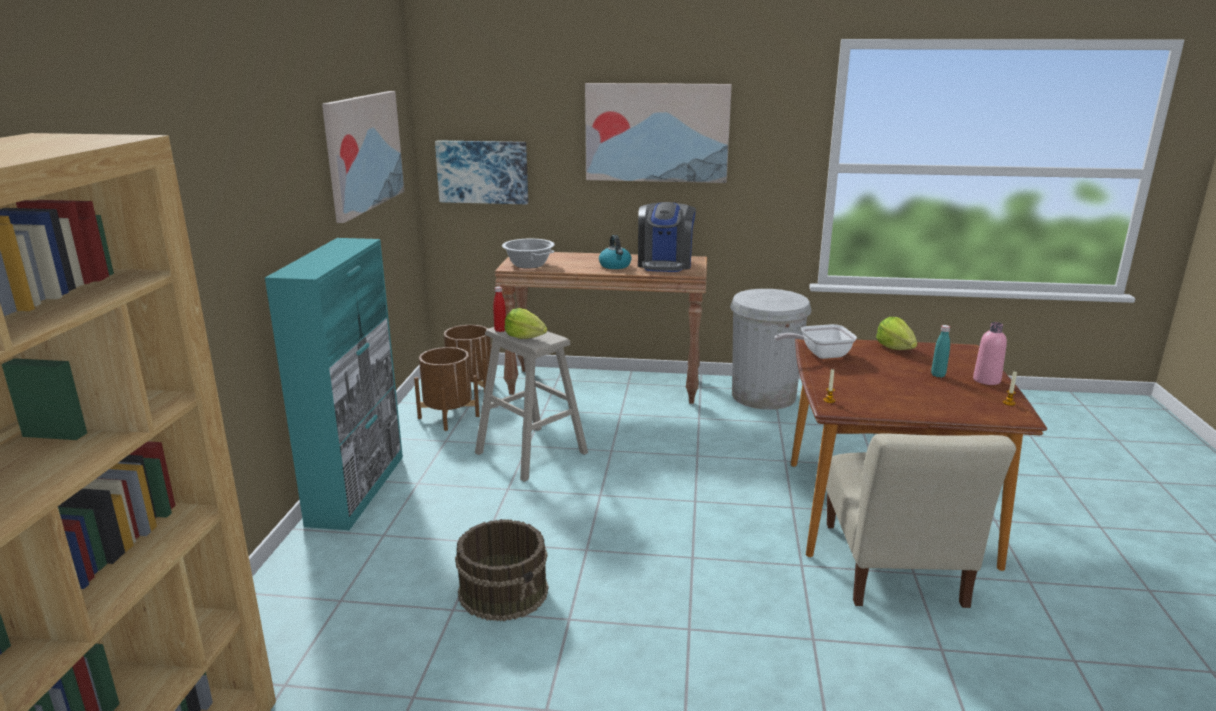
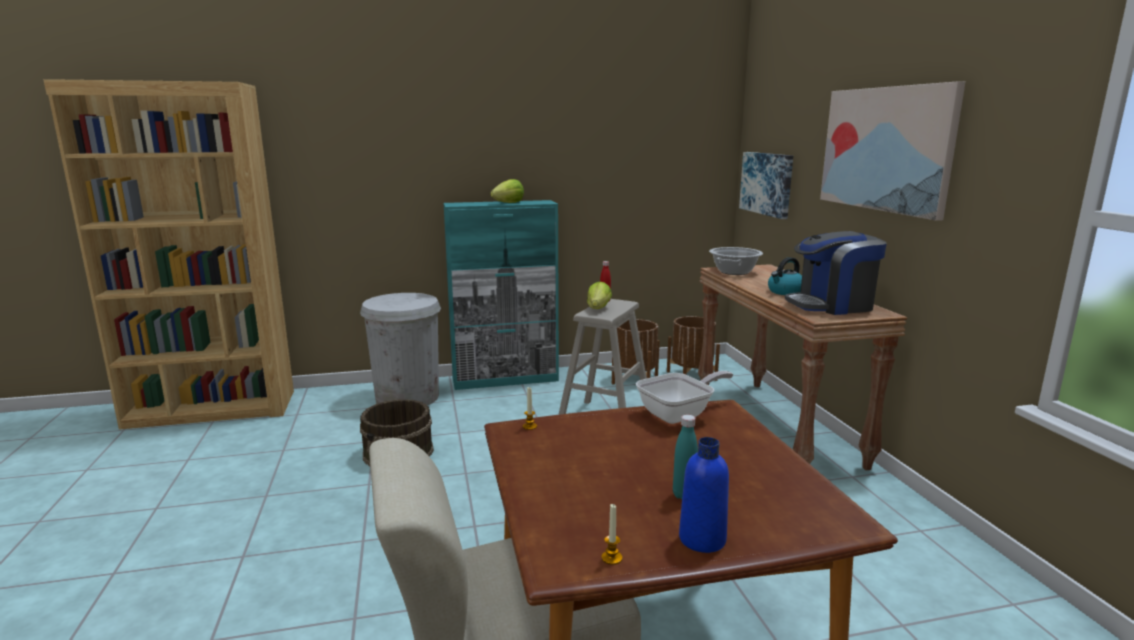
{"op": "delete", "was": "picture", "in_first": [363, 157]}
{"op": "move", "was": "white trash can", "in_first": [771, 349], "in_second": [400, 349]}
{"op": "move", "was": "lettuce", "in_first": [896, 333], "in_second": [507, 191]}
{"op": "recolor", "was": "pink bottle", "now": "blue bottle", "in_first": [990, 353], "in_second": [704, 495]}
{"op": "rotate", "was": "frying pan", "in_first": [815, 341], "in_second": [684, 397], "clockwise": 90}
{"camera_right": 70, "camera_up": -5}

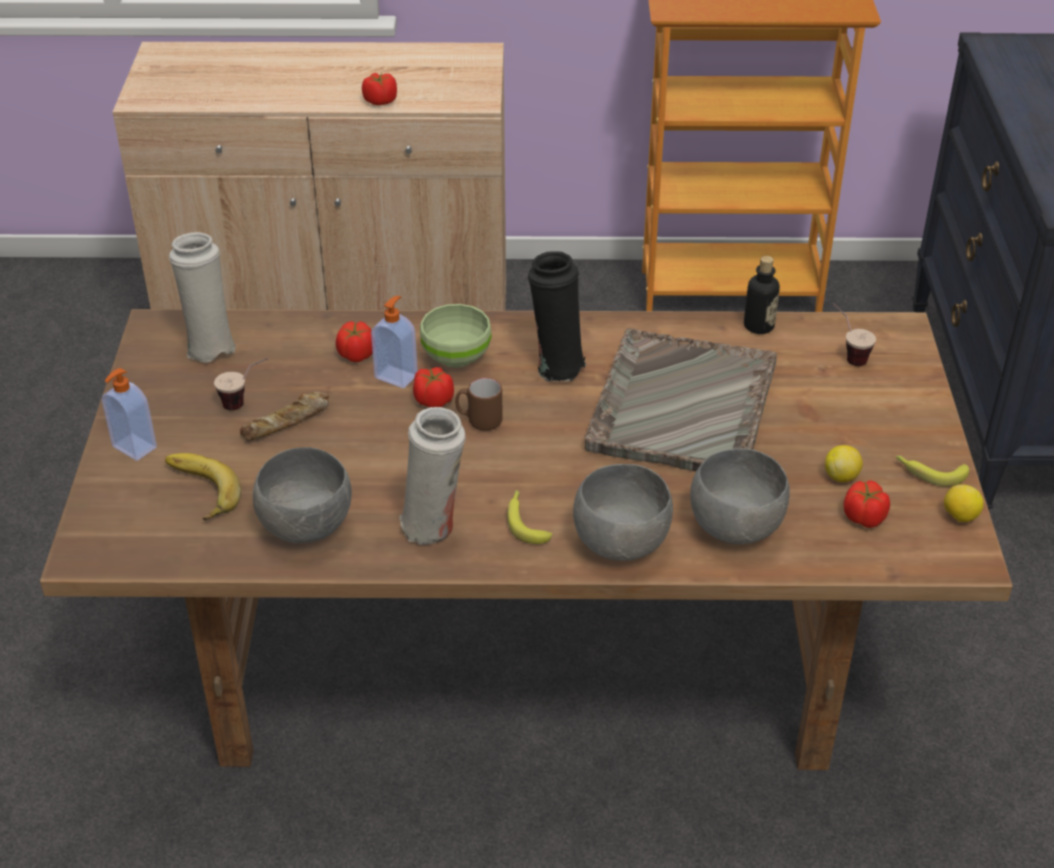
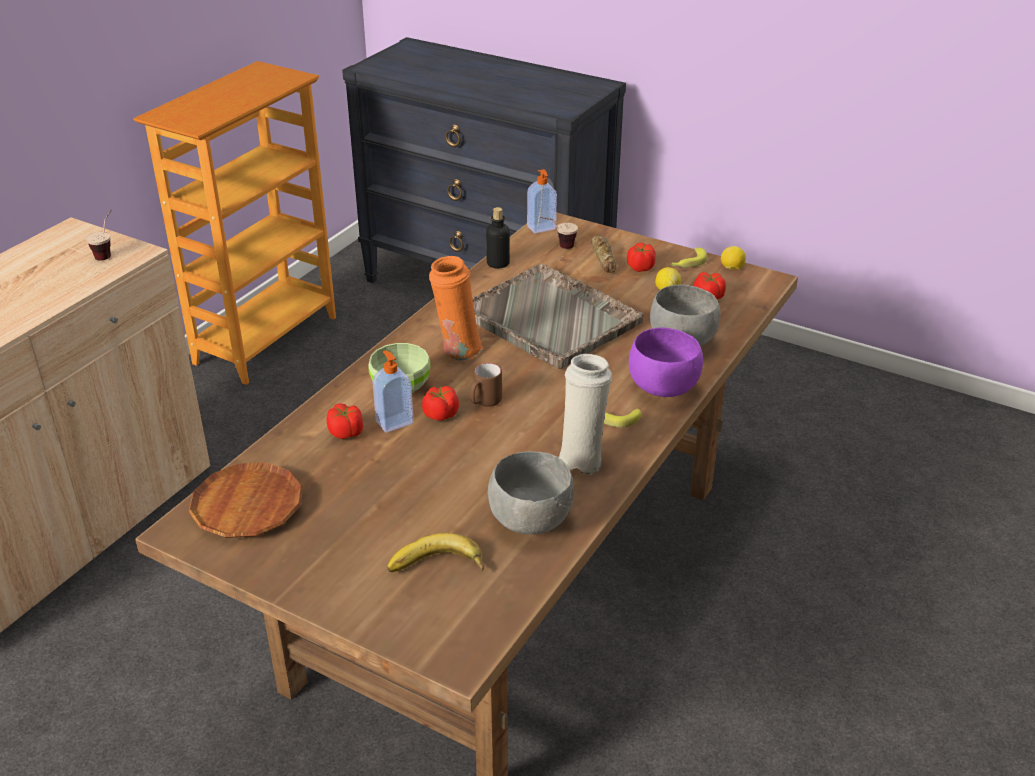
{"op": "move", "was": "soap dispenser", "in_first": [129, 414], "in_second": [542, 201]}
{"op": "move", "was": "cup", "in_first": [241, 384], "in_second": [99, 235]}
{"op": "move", "was": "bread", "in_first": [284, 416], "in_second": [604, 254]}
{"op": "move", "was": "tomato", "in_first": [379, 89], "in_second": [641, 257]}
{"op": "replace", "was": "white vase", "now": "brown plate", "in_first": [202, 297], "in_second": [245, 500]}
{"op": "recolor", "was": "black vase", "now": "orange vase", "in_first": [557, 316], "in_second": [456, 308]}
{"op": "recolor", "was": "grey bowl", "now": "purple bowl", "in_first": [623, 512], "in_second": [666, 362]}
{"camera_right": -60, "camera_up": -5}

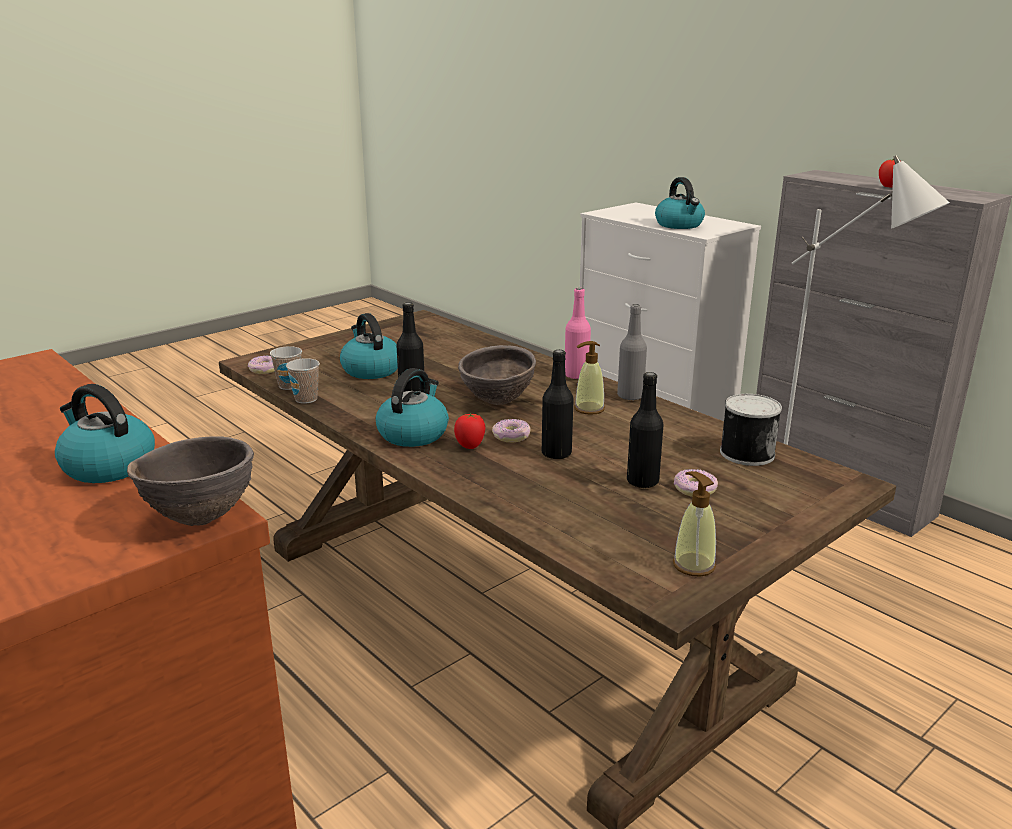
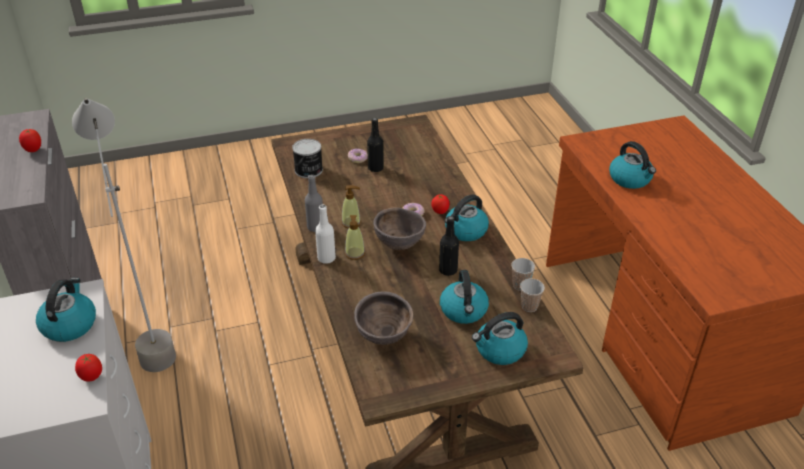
{"op": "delete", "was": "donut", "in_first": [261, 365]}
{"op": "delete", "was": "black bottle", "in_first": [558, 404]}
{"op": "insert", "now": "tomato", "in_second": [88, 368]}
{"op": "insert", "now": "kettle", "in_second": [500, 338]}
{"op": "move", "was": "brown bowl", "in_first": [190, 481], "in_second": [383, 318]}
{"op": "move", "was": "soap dispenser", "in_first": [694, 523], "in_second": [355, 237]}
{"op": "recolor", "was": "pink bottle", "now": "white bottle", "in_first": [578, 333], "in_second": [325, 234]}
{"camera_right": -155, "camera_up": 15}

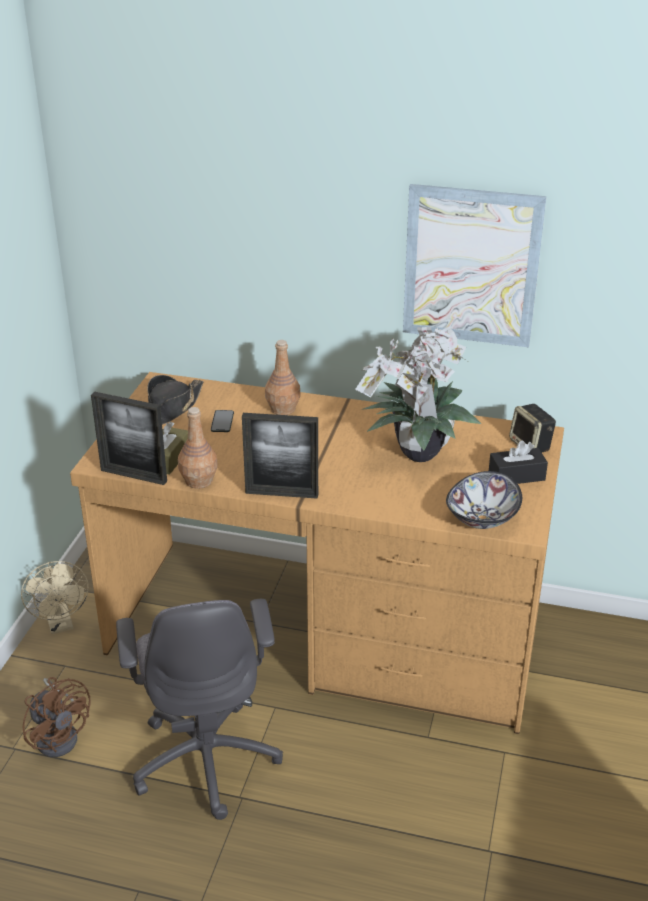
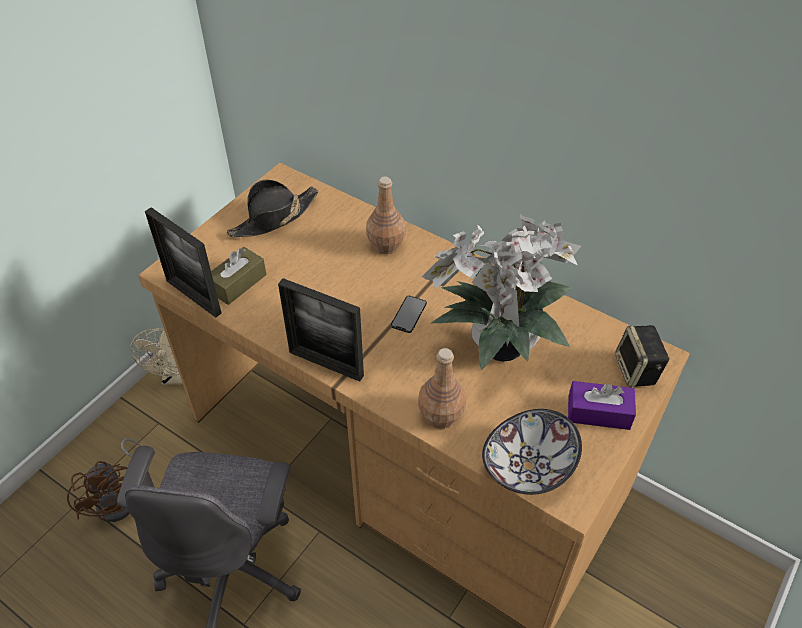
{"op": "delete", "was": "picture", "in_first": [475, 265]}
{"op": "move", "was": "brown bottle", "in_first": [198, 448], "in_second": [442, 388]}
{"op": "move", "was": "phone", "in_first": [222, 421], "in_second": [409, 314]}
{"op": "recolor", "was": "black tissue box", "now": "purple tissue box", "in_first": [518, 462], "in_second": [602, 405]}
{"camera_right": 20, "camera_up": 15}

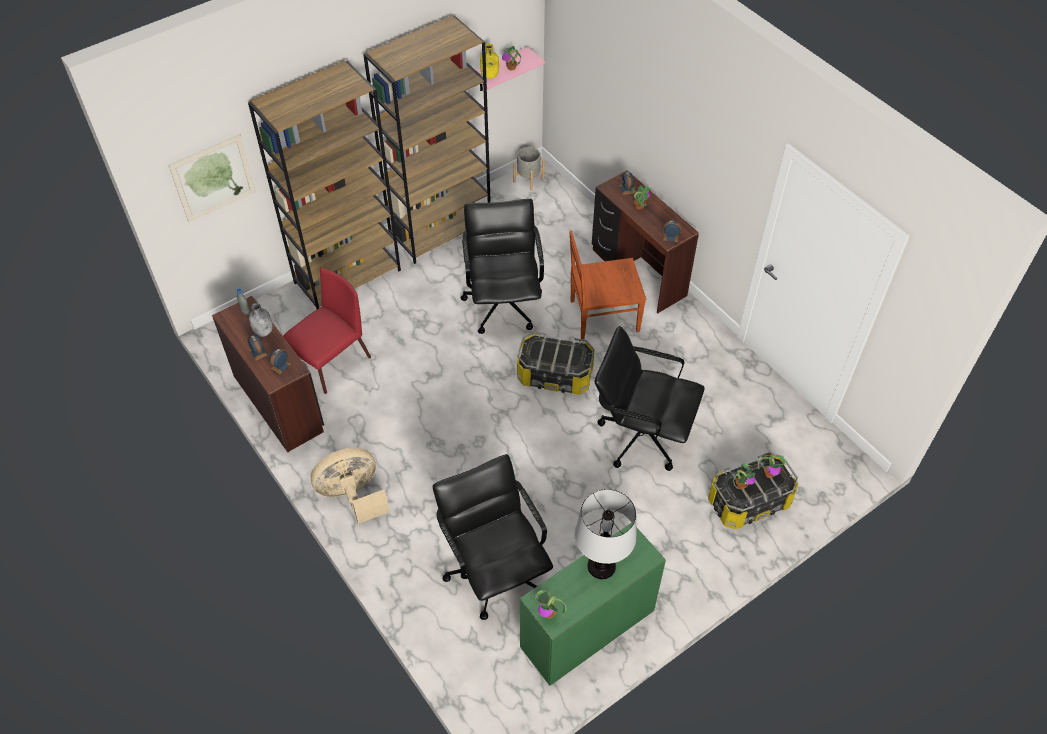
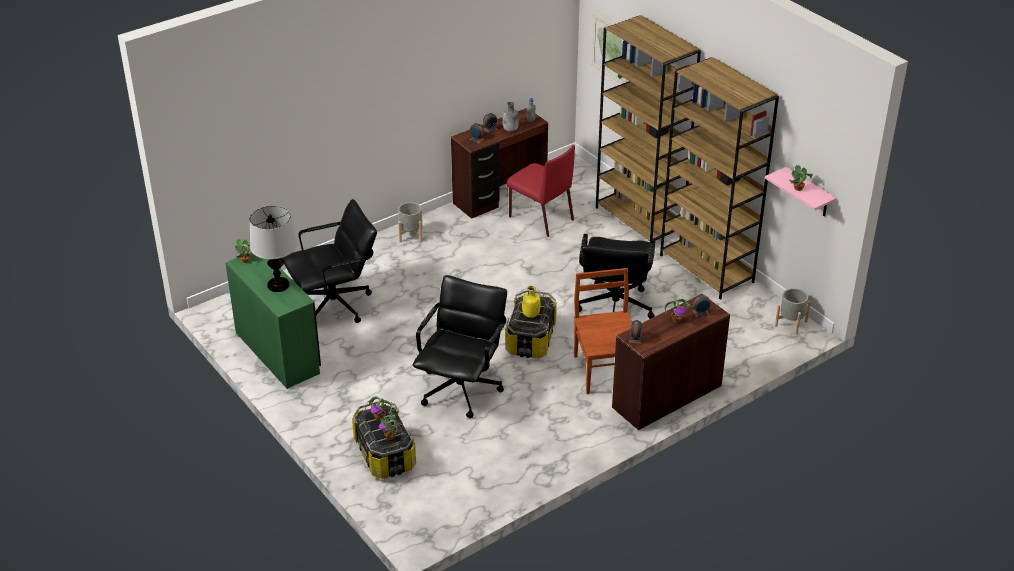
{"op": "move", "was": "yellow bottle", "in_first": [489, 61], "in_second": [531, 302]}
{"op": "replace", "was": "beige fan", "now": "grey planter", "in_first": [350, 486], "in_second": [410, 222]}
{"op": "rotate", "was": "black office chair", "in_first": [502, 266], "in_second": [617, 276], "clockwise": 105}
{"camera_right": 90, "camera_up": -15}

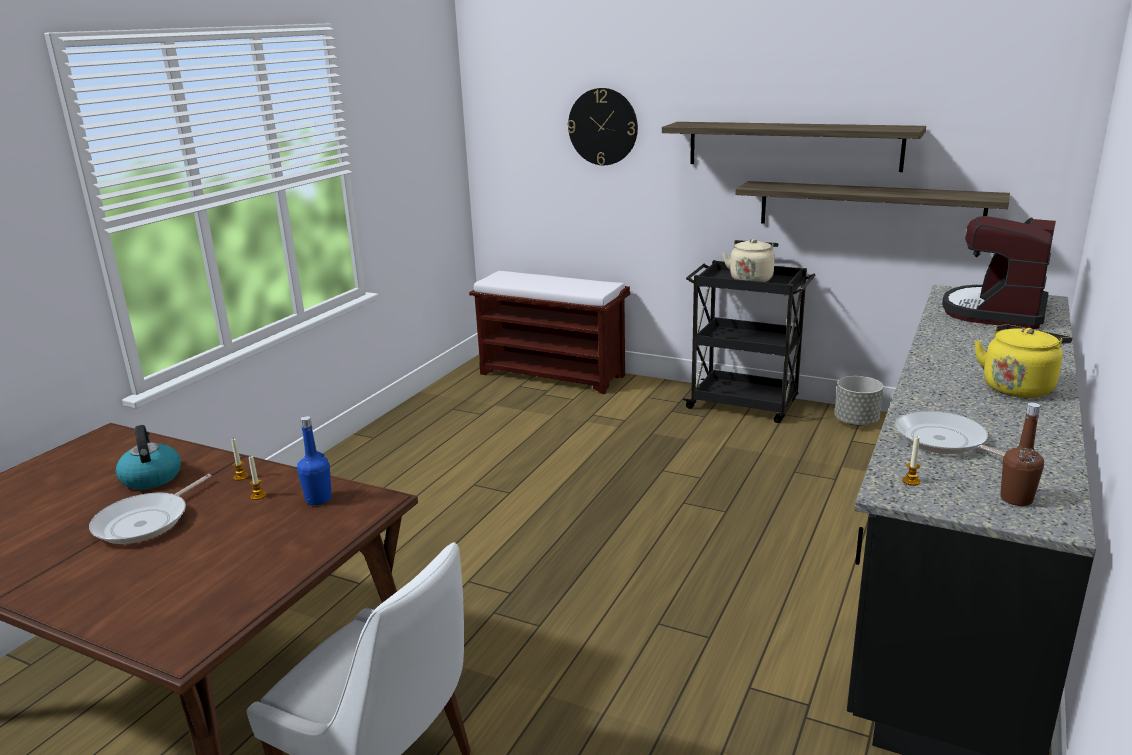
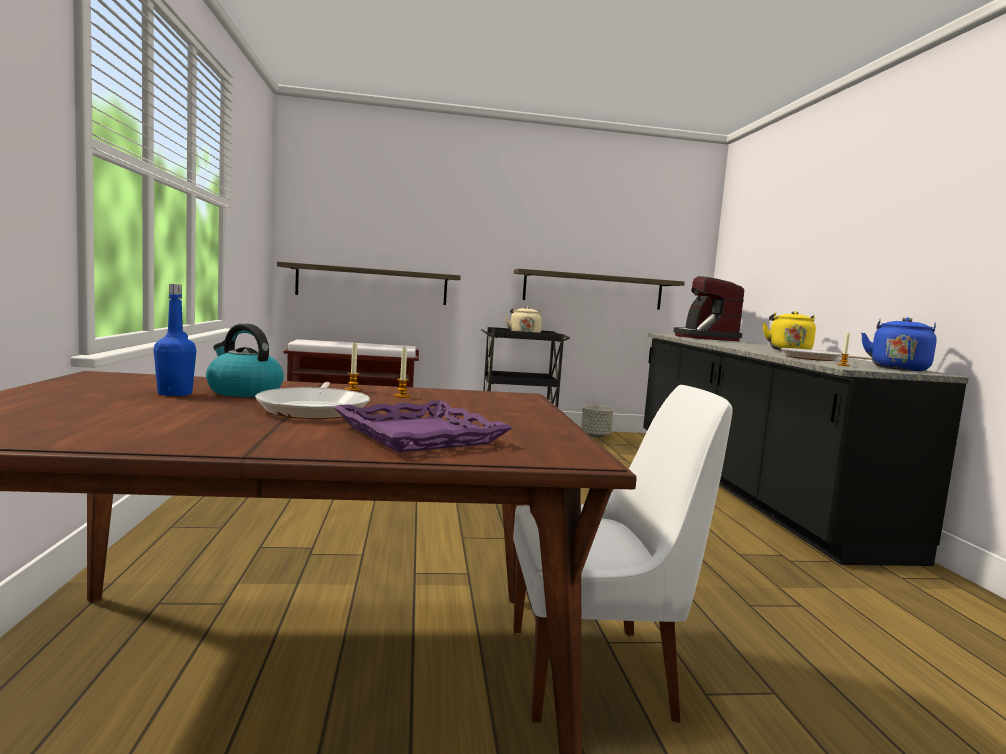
{"op": "delete", "was": "wall clock", "in_first": [603, 126]}
{"op": "insert", "now": "purple tray", "in_second": [422, 426]}
{"op": "move", "was": "blue bottle", "in_first": [314, 460], "in_second": [175, 340]}
{"op": "move", "was": "shelf", "in_first": [794, 147], "in_second": [369, 283]}
{"op": "replace", "was": "brown bottle", "now": "blue kettle", "in_first": [1022, 454], "in_second": [899, 344]}
{"camera_right": -35, "camera_up": -15}

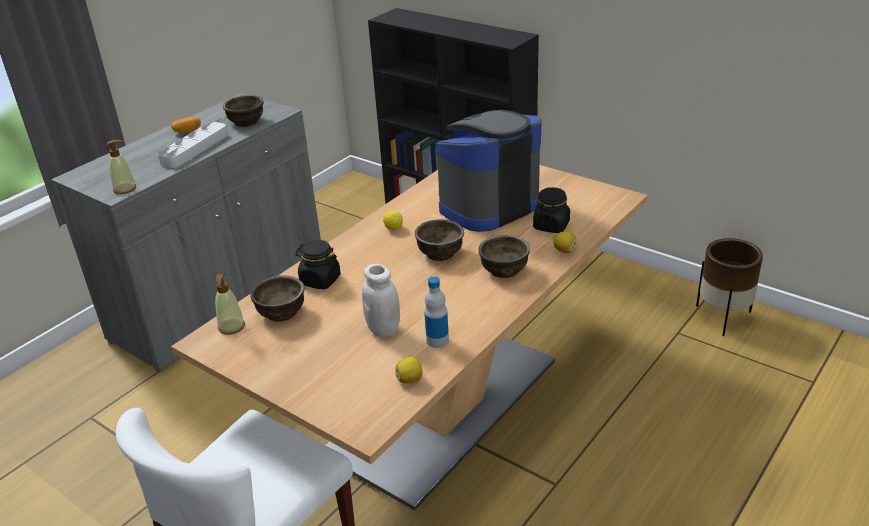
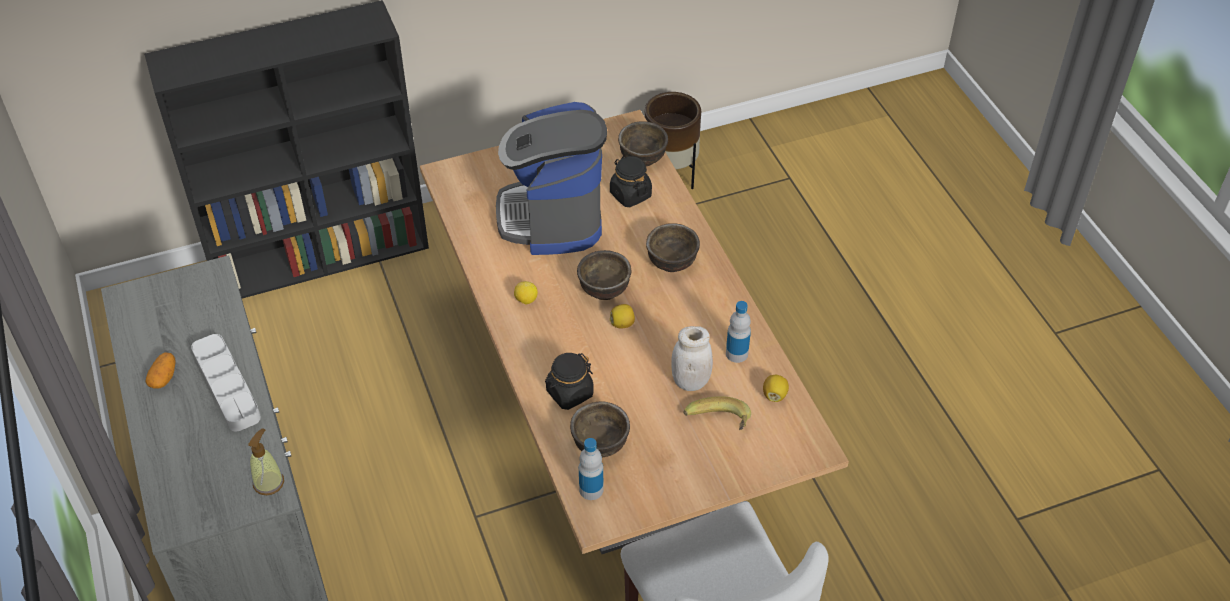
{"op": "insert", "now": "banana", "in_second": [717, 413]}
{"op": "move", "was": "brown bowl", "in_first": [243, 111], "in_second": [643, 144]}
{"op": "move", "was": "lemon", "in_first": [565, 242], "in_second": [622, 316]}
{"op": "replace", "was": "soap dispenser", "now": "bottle", "in_first": [230, 304], "in_second": [591, 469]}
{"camera_right": -60, "camera_up": 15}

